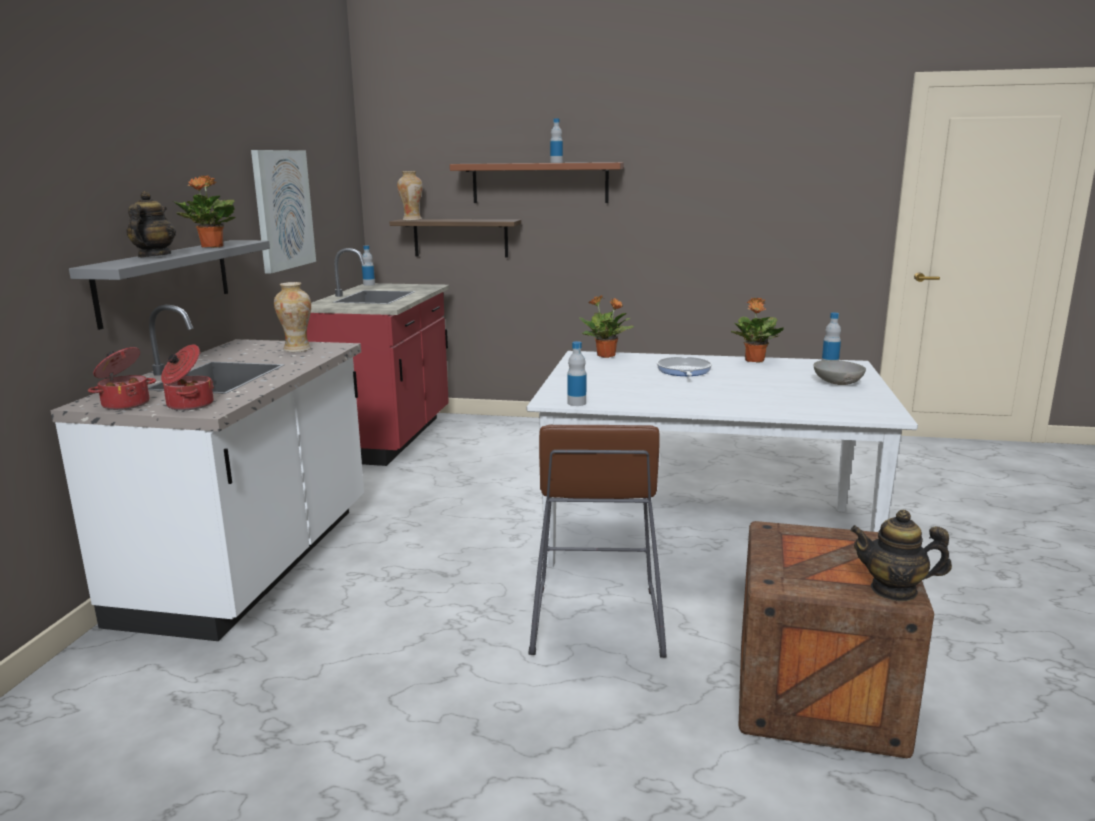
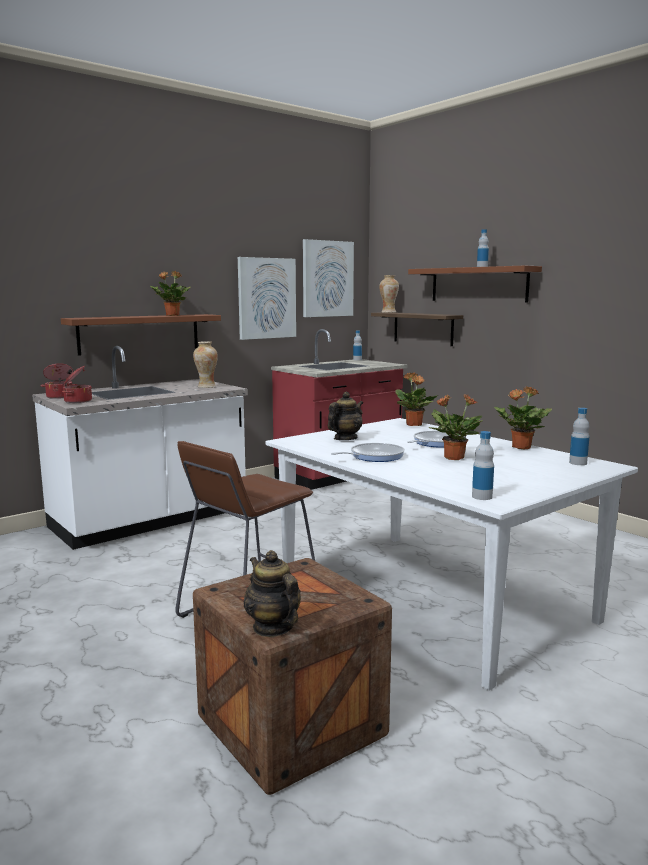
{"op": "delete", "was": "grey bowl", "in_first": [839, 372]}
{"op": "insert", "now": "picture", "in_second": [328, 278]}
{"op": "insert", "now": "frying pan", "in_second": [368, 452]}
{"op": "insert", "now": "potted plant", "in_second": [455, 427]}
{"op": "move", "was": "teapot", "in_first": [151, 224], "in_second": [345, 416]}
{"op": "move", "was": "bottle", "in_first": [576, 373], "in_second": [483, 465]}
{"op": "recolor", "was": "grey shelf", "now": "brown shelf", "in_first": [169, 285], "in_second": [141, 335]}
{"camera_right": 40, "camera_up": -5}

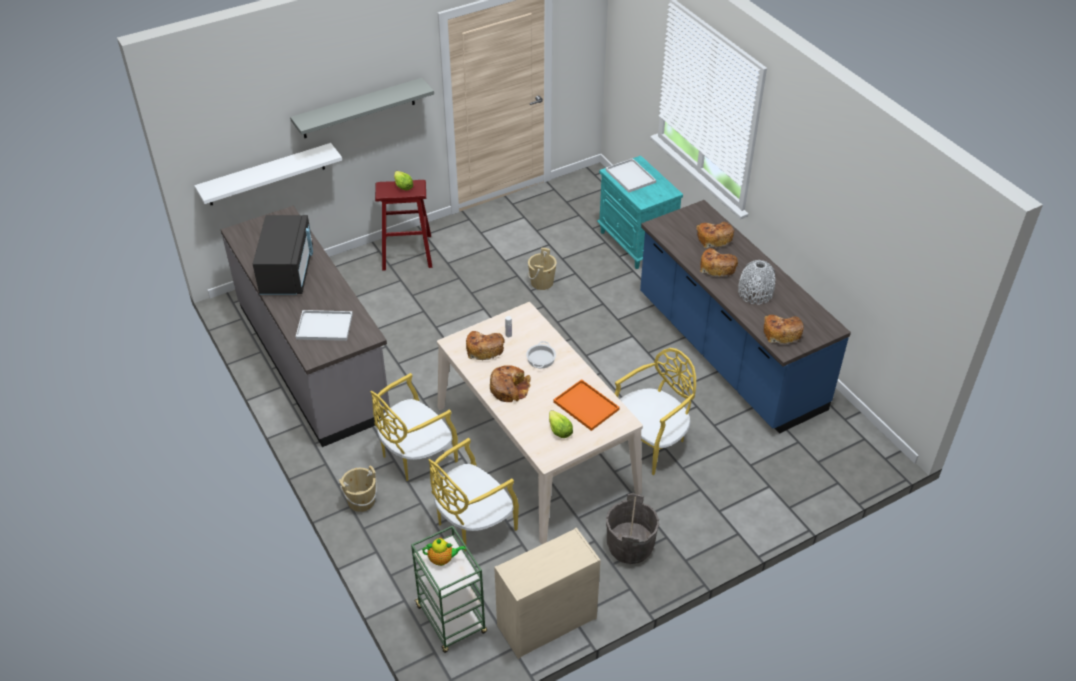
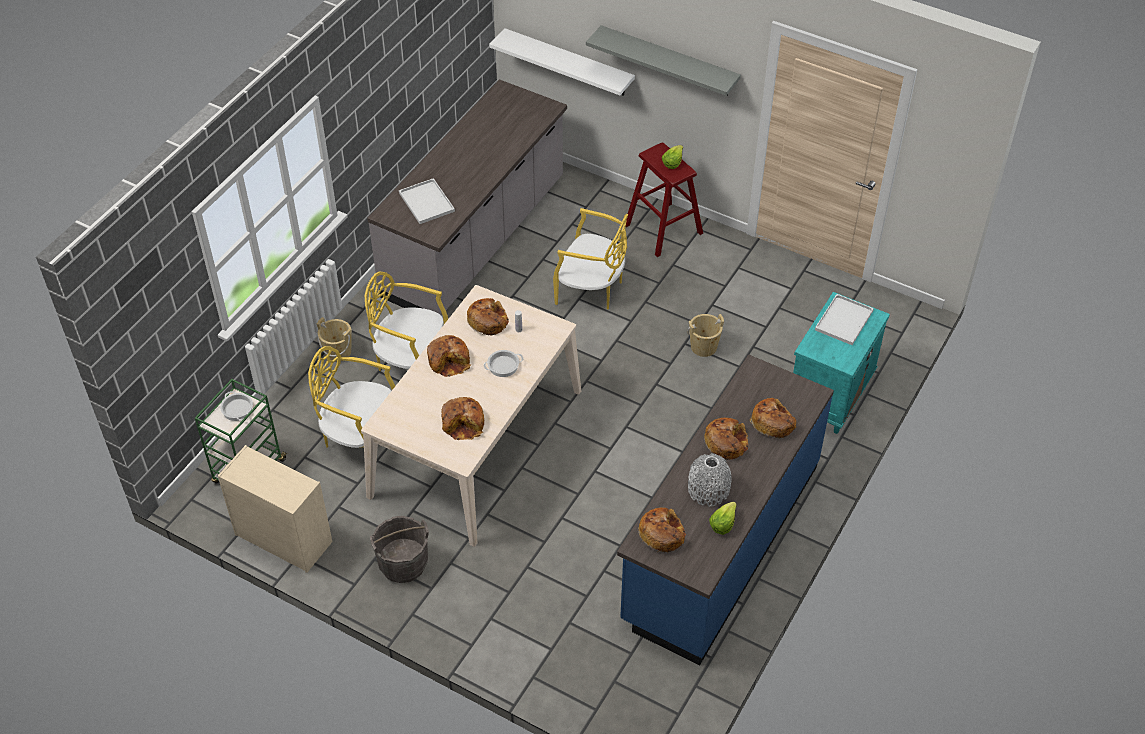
{"op": "delete", "was": "black microwave", "in_first": [283, 255]}
{"op": "move", "was": "lettuce", "in_first": [561, 424], "in_second": [723, 518]}
{"op": "move", "was": "yellow chair", "in_first": [655, 411], "in_second": [590, 258]}
{"op": "replace", "was": "teapot", "now": "cooking pot", "in_first": [444, 552], "in_second": [236, 406]}
{"op": "replace", "was": "orange tray", "now": "bread", "in_first": [586, 405], "in_second": [462, 418]}
{"camera_right": 60, "camera_up": 5}

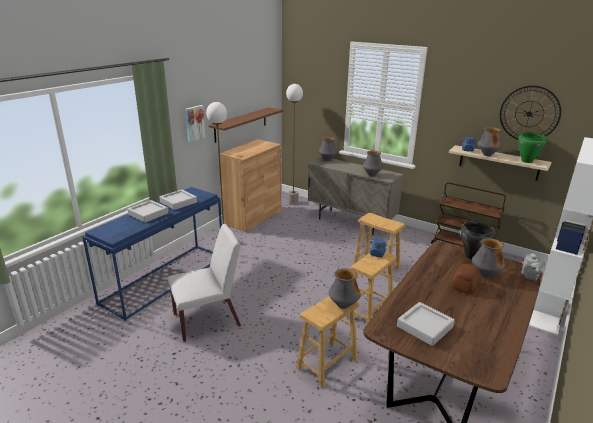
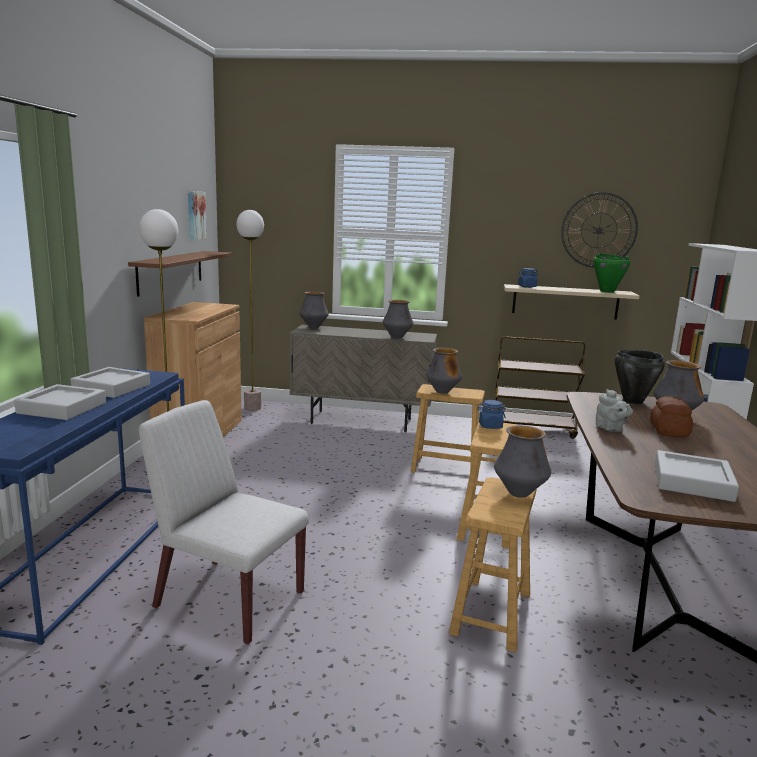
{"op": "move", "was": "picture", "in_first": [195, 123], "in_second": [197, 215]}
{"op": "move", "was": "vase", "in_first": [490, 141], "in_second": [444, 371]}
{"op": "move", "was": "grey teapot", "in_first": [532, 266], "in_second": [614, 410]}
{"op": "rotate", "was": "white chair", "in_first": [204, 283], "in_second": [224, 522], "clockwise": -105}
{"camera_right": -25, "camera_up": -10}

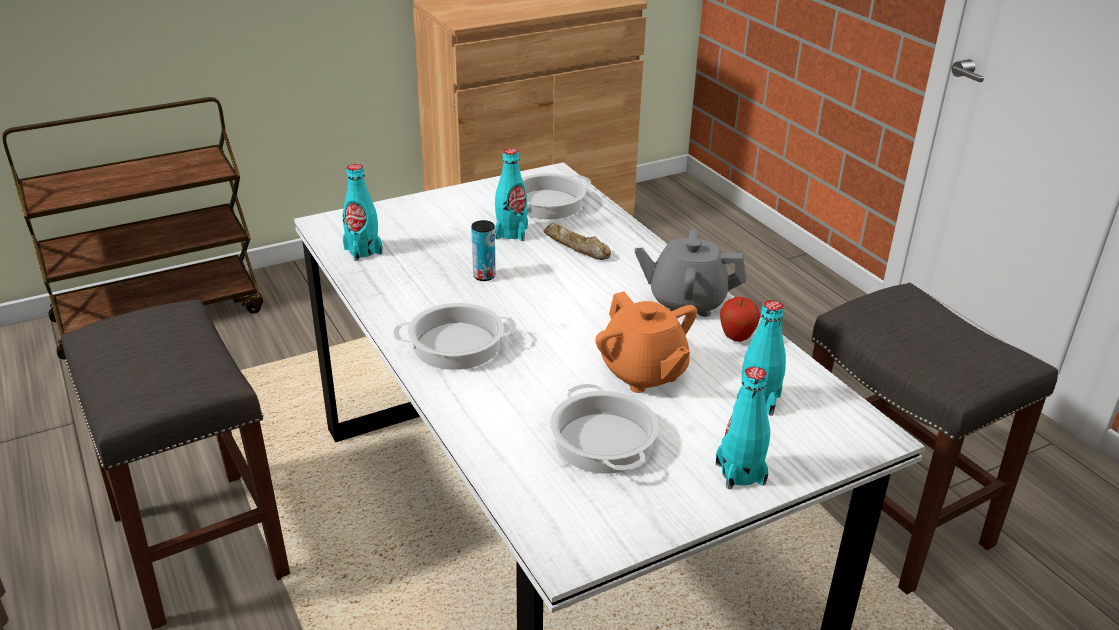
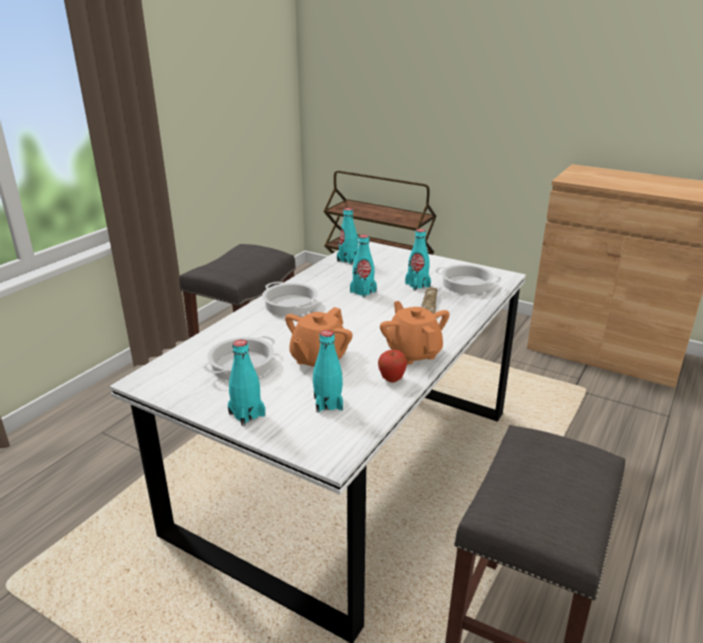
{"op": "replace", "was": "can", "now": "turquoise bottle", "in_first": [483, 250], "in_second": [363, 266]}
{"op": "recolor", "was": "grey teapot", "now": "orange teapot", "in_first": [691, 273], "in_second": [415, 332]}
{"camera_right": 60, "camera_up": -5}

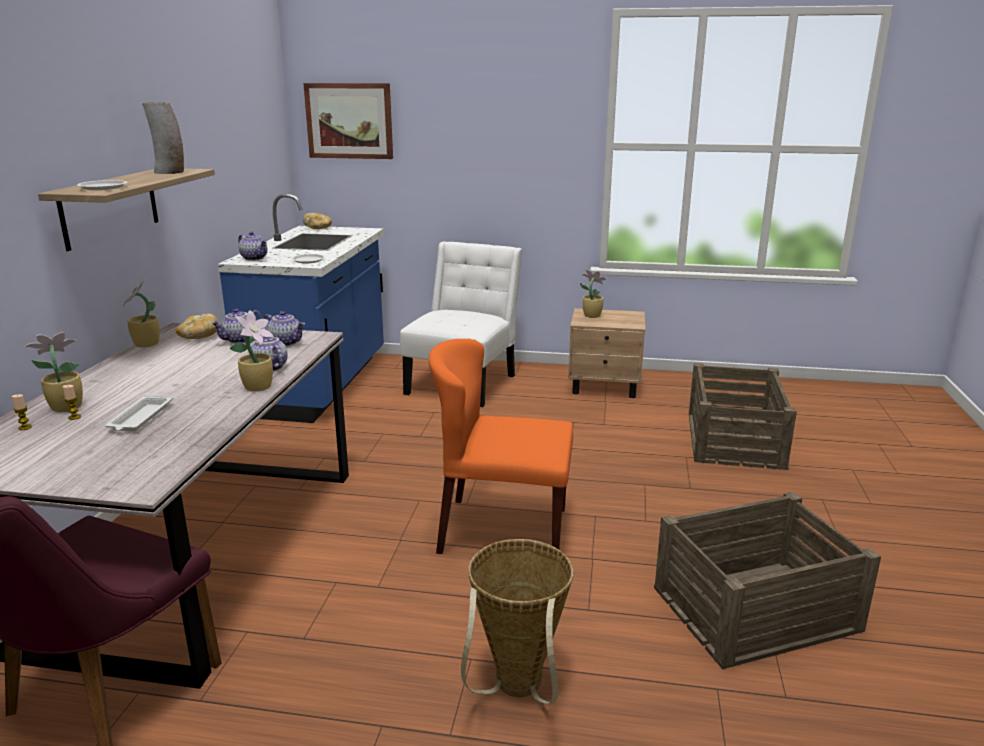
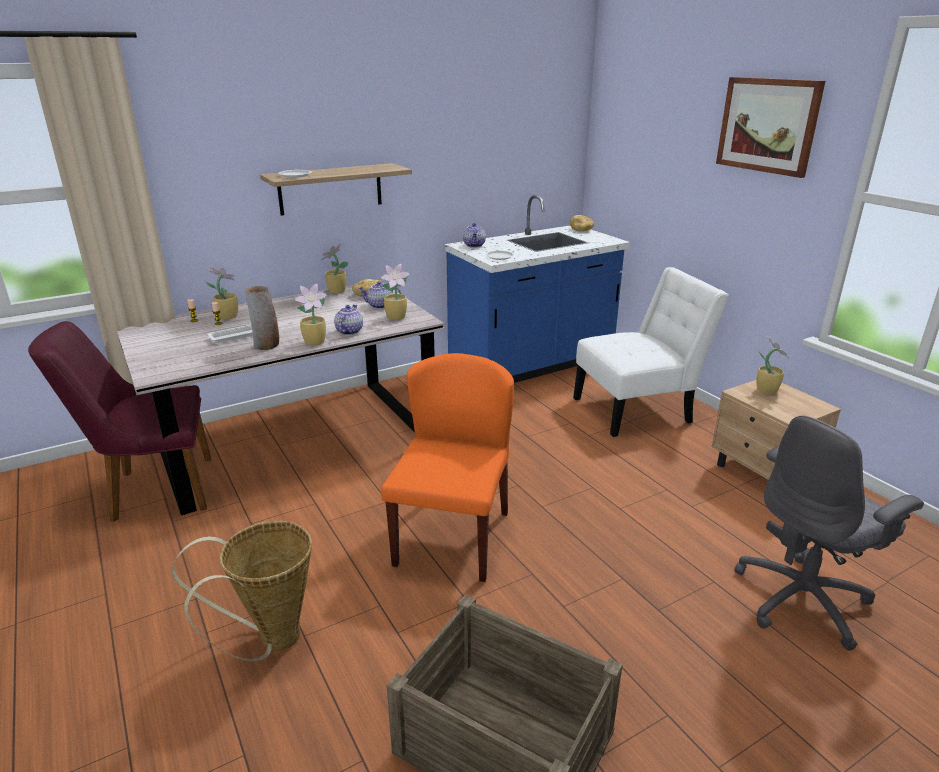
{"op": "move", "was": "vase", "in_first": [163, 138], "in_second": [262, 318]}
{"op": "move", "was": "picture", "in_first": [348, 121], "in_second": [770, 127]}
{"op": "replace", "was": "teapot", "now": "potted plant", "in_first": [284, 328], "in_second": [395, 292]}
{"op": "replace", "was": "crate", "now": "grey office chair", "in_first": [743, 416], "in_second": [829, 533]}
{"op": "rotate", "was": "orange chair", "in_first": [501, 446], "in_second": [447, 467], "clockwise": 45}
{"camera_right": 50, "camera_up": 5}

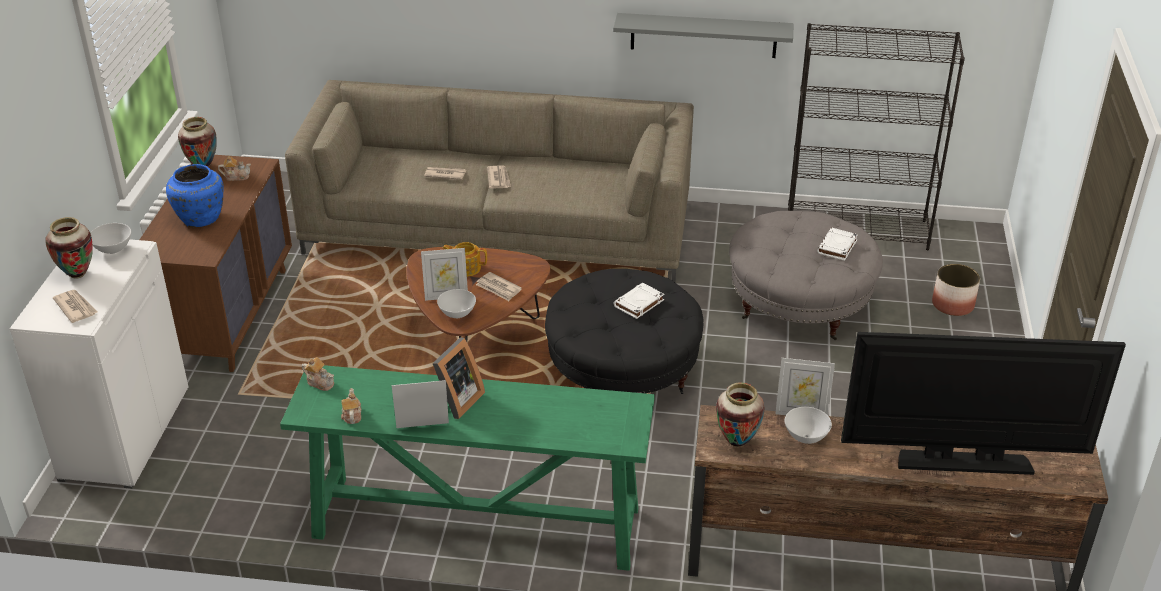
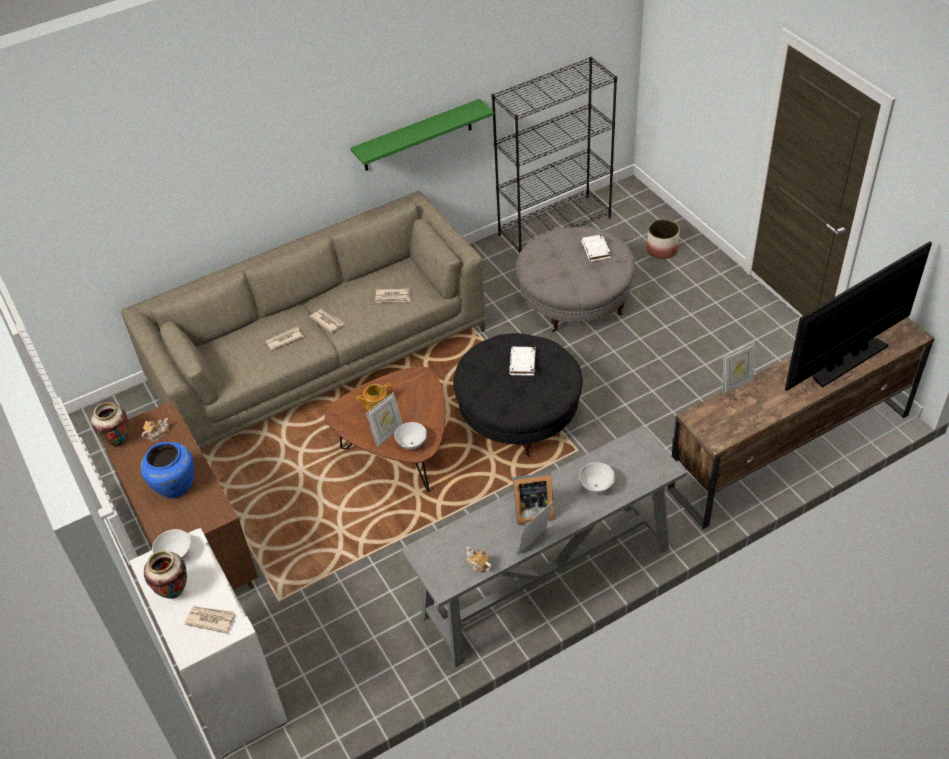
{"op": "delete", "was": "teapot", "in_first": [318, 374]}
{"op": "delete", "was": "vase", "in_first": [740, 414]}
{"op": "move", "was": "newspaper", "in_first": [499, 286], "in_second": [392, 295]}
{"op": "move", "was": "white bowl", "in_first": [808, 425], "in_second": [597, 477]}
{"op": "recolor", "was": "green console table", "now": "grey console table", "in_first": [467, 468], "in_second": [544, 547]}
{"op": "recolor", "was": "grey shelf", "now": "green shelf", "in_first": [703, 35], "in_second": [422, 135]}
{"op": "rotate", "was": "picture frame", "in_first": [459, 378], "in_second": [534, 498], "clockwise": 90}
{"camera_right": -35, "camera_up": 10}

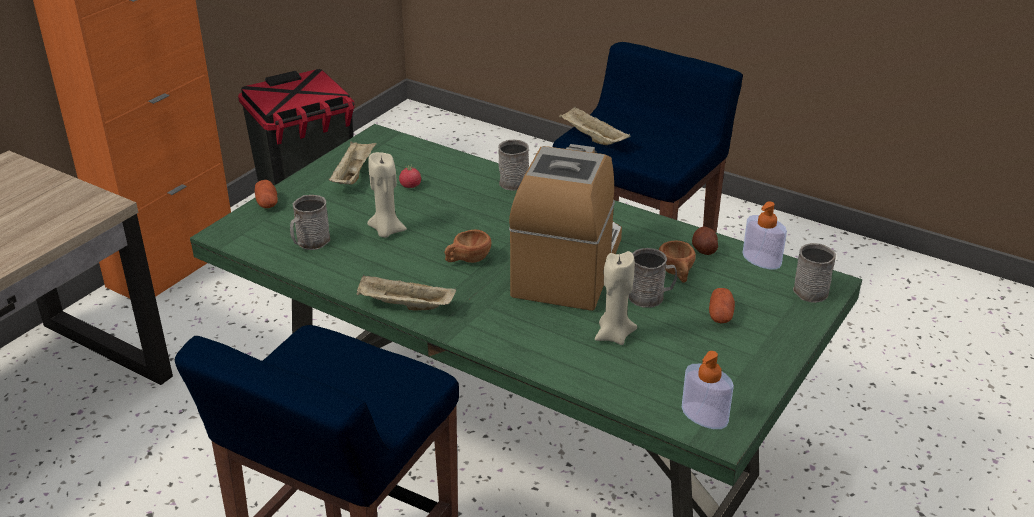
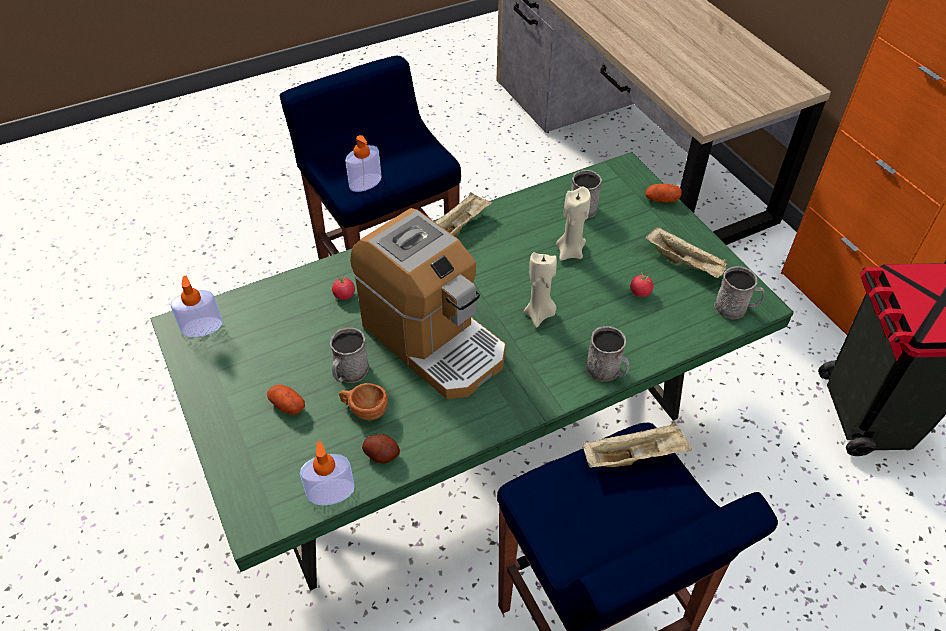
{"op": "delete", "was": "brown cup", "in_first": [468, 246]}
{"op": "insert", "now": "tomato", "in_second": [343, 288]}
{"op": "insert", "now": "soap dispenser", "in_second": [363, 163]}
{"op": "move", "was": "beige candle", "in_first": [616, 298], "in_second": [540, 290]}
{"op": "move", "was": "grey mug", "in_first": [815, 273], "in_second": [739, 292]}
{"camera_right": 120, "camera_up": 15}

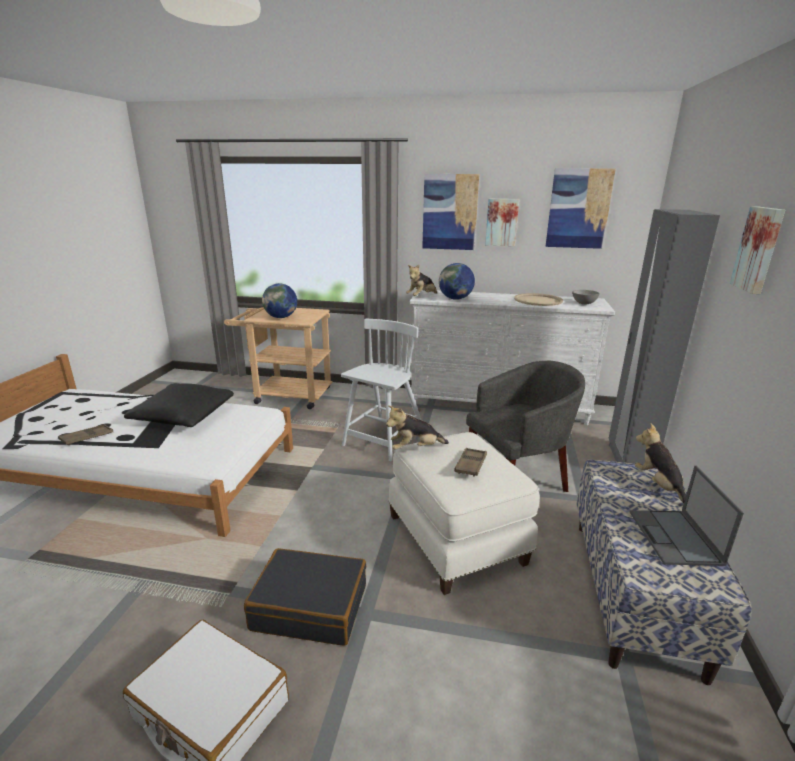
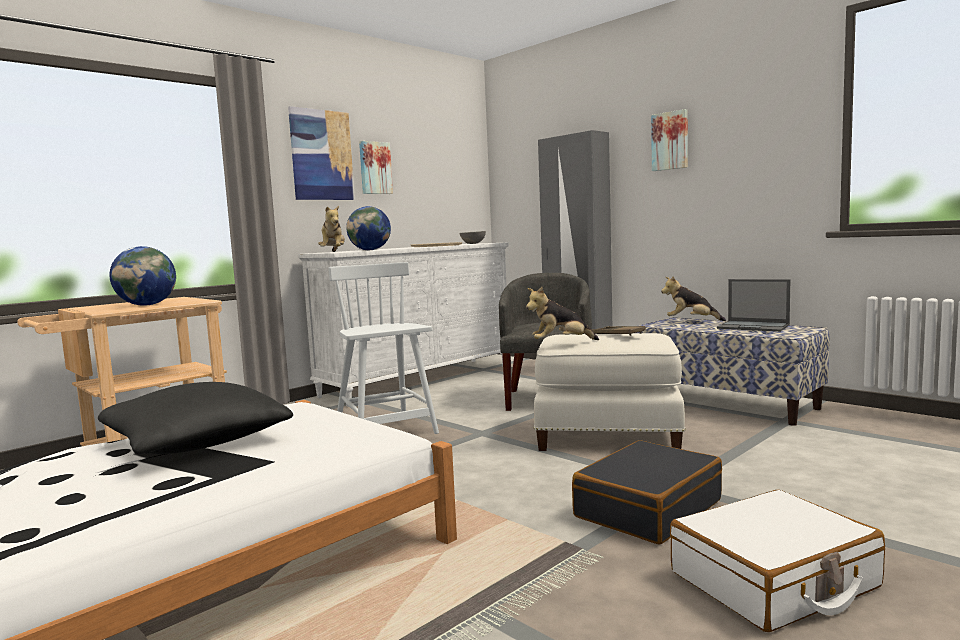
{"op": "delete", "was": "brown tray", "in_first": [85, 434]}
{"op": "delete", "was": "picture", "in_first": [581, 208]}
{"op": "rotate", "was": "plush toy", "in_first": [417, 427], "in_second": [562, 313], "clockwise": 60}
{"camera_right": -55, "camera_up": -15}

